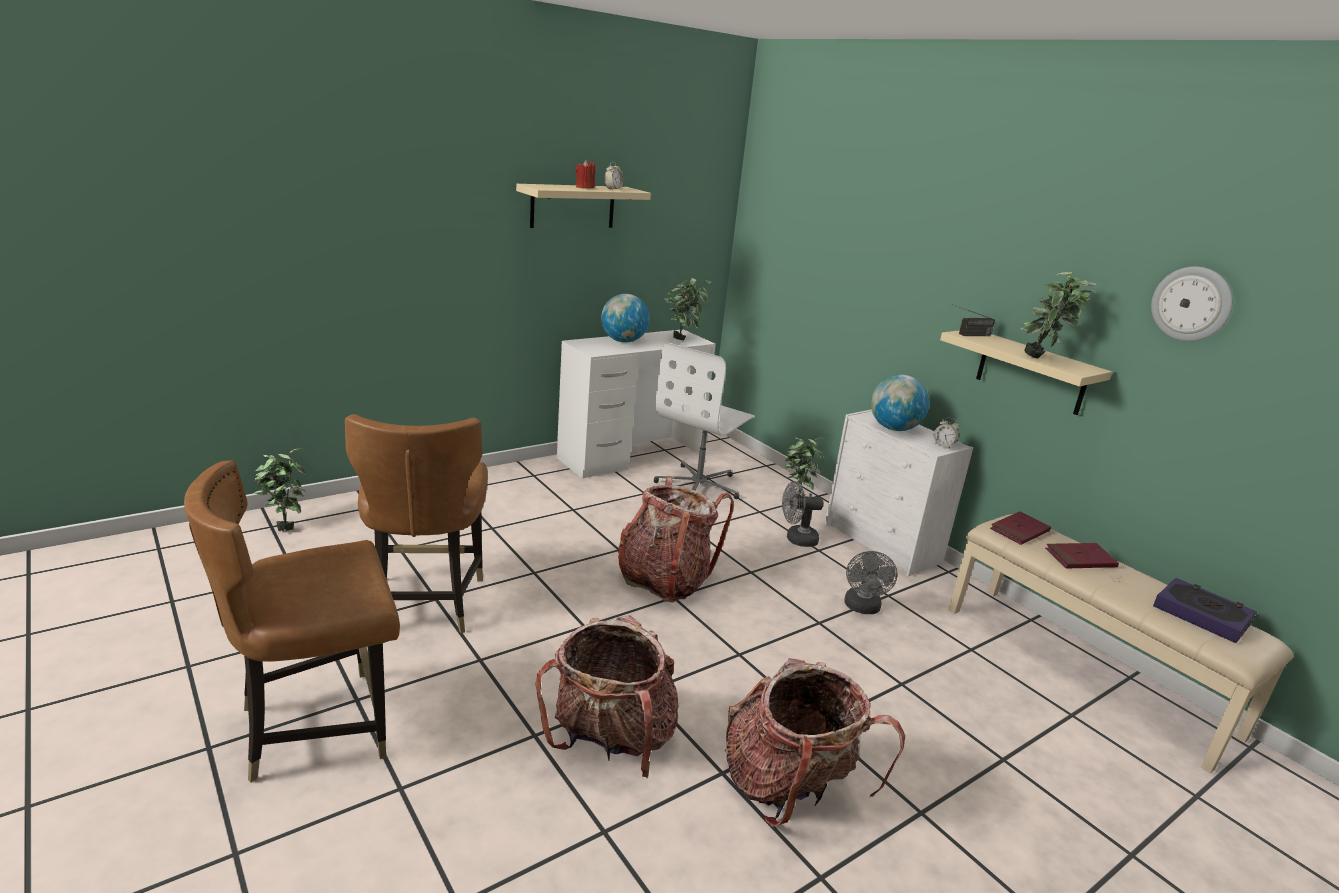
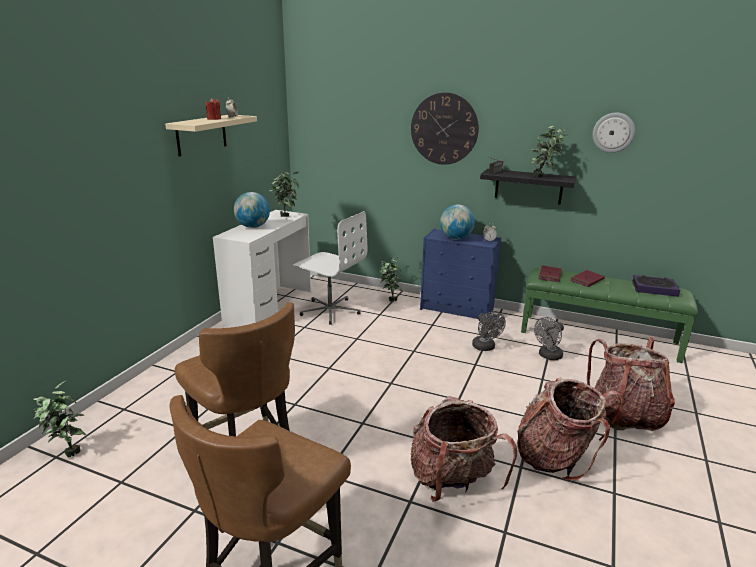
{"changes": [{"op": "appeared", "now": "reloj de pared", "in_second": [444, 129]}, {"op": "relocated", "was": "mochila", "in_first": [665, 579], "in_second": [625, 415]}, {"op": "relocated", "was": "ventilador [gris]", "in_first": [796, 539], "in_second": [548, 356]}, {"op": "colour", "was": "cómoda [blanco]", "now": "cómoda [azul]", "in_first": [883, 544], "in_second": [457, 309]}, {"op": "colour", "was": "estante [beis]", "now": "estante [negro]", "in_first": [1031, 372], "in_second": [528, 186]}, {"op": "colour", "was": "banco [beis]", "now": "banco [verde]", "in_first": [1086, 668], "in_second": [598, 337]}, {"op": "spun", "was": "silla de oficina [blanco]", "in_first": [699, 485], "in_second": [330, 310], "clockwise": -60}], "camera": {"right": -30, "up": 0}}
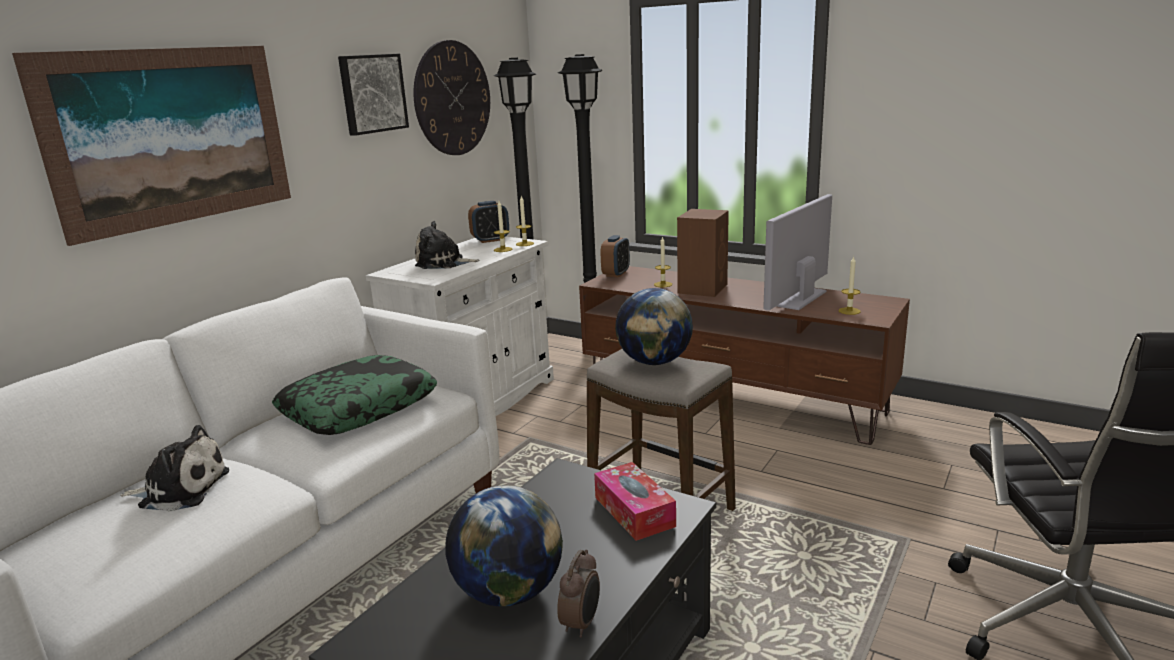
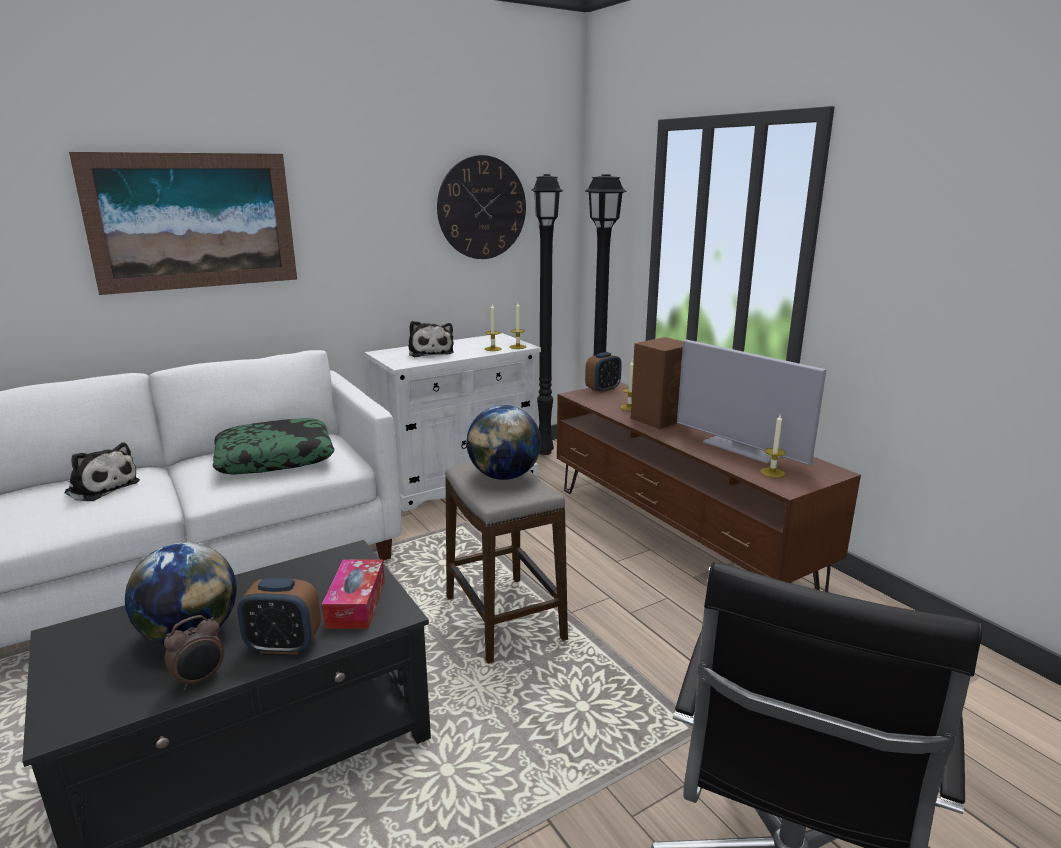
{"changes": [{"op": "missing", "was": "cuadro", "in_first": [372, 93]}, {"op": "relocated", "was": "despertador", "in_first": [490, 240], "in_second": [284, 645]}, {"op": "spun", "was": "peluche", "in_first": [443, 263], "in_second": [430, 352], "clockwise": -135}, {"op": "spun", "was": "televisor", "in_first": [801, 298], "in_second": [741, 449], "clockwise": -105}], "camera": {"right": 25, "up": 0}}
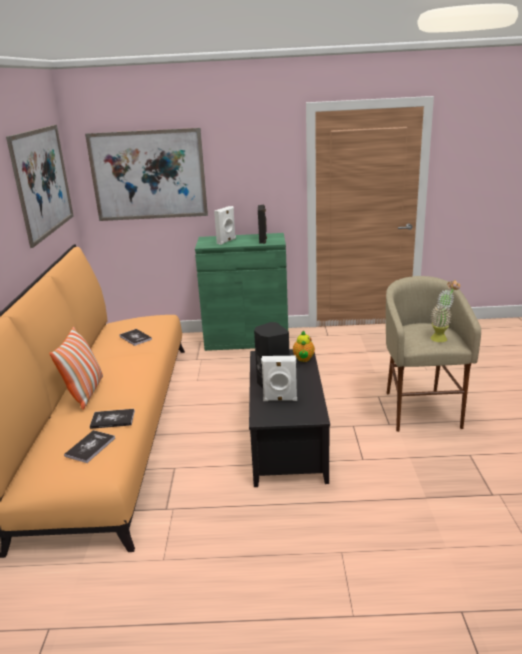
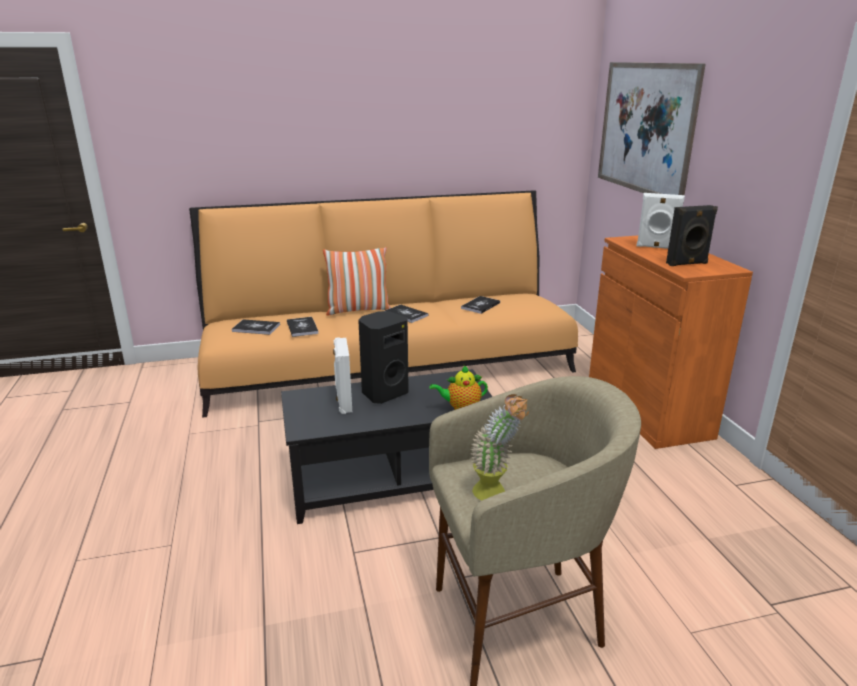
{"changes": [{"op": "missing", "was": "cuadro", "in_first": [43, 182]}, {"op": "appeared", "now": "libro", "in_second": [406, 314]}, {"op": "colour", "was": "armario [verde]", "now": "armario [naranja]", "in_first": [246, 339], "in_second": [647, 409]}], "camera": {"right": 75, "up": 0}}
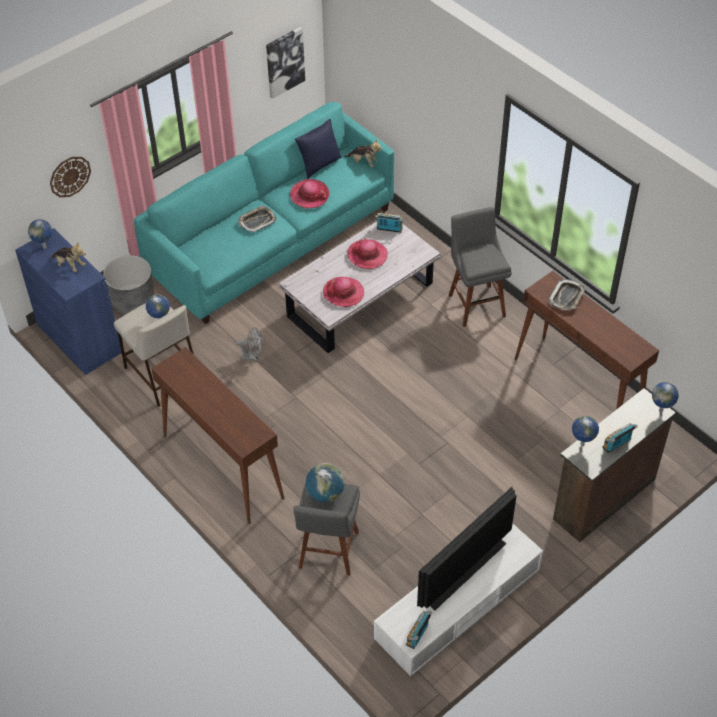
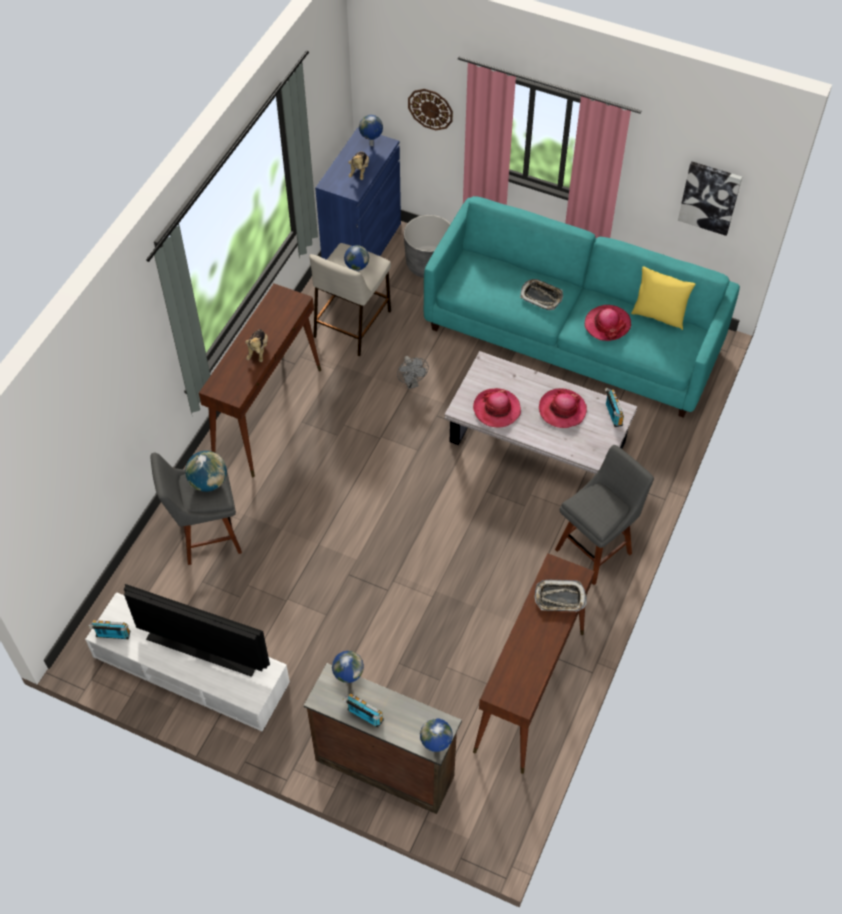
{"changes": [{"op": "relocated", "was": "peluche", "in_first": [364, 162], "in_second": [258, 351]}, {"op": "colour", "was": "cojín [azul]", "now": "cojín [amarillo]", "in_first": [319, 165], "in_second": [658, 315]}], "camera": {"right": 65, "up": 5}}
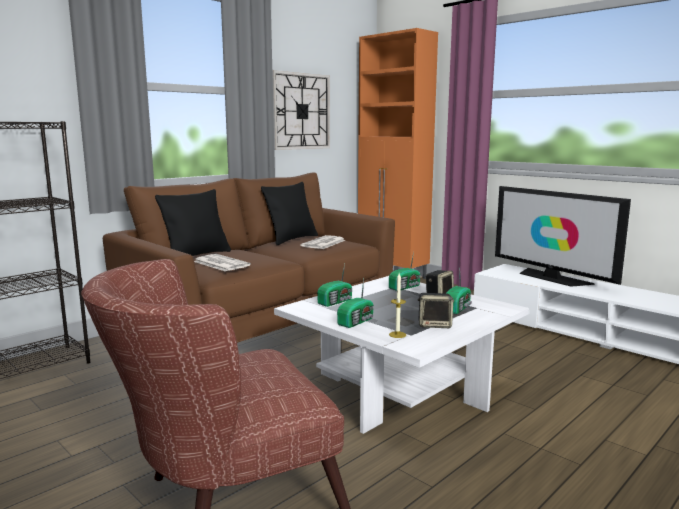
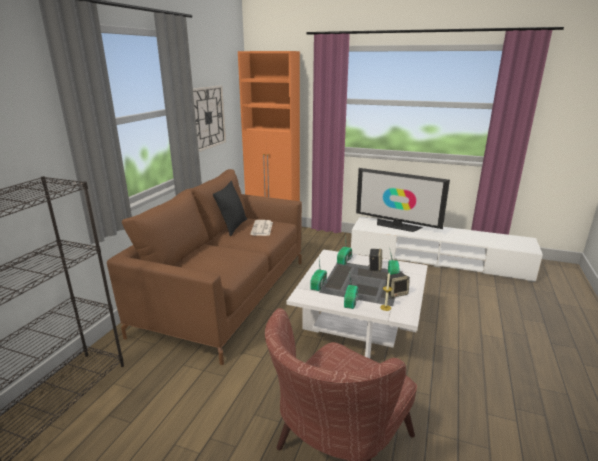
{"changes": [{"op": "missing", "was": "cojín [negro]", "in_first": [197, 255]}, {"op": "missing", "was": "periódico", "in_first": [220, 263]}], "camera": {"right": -25, "up": 10}}
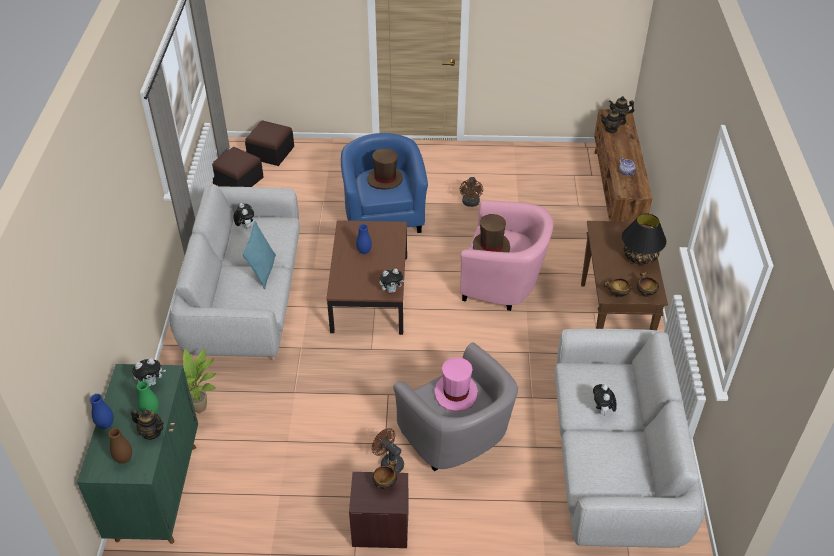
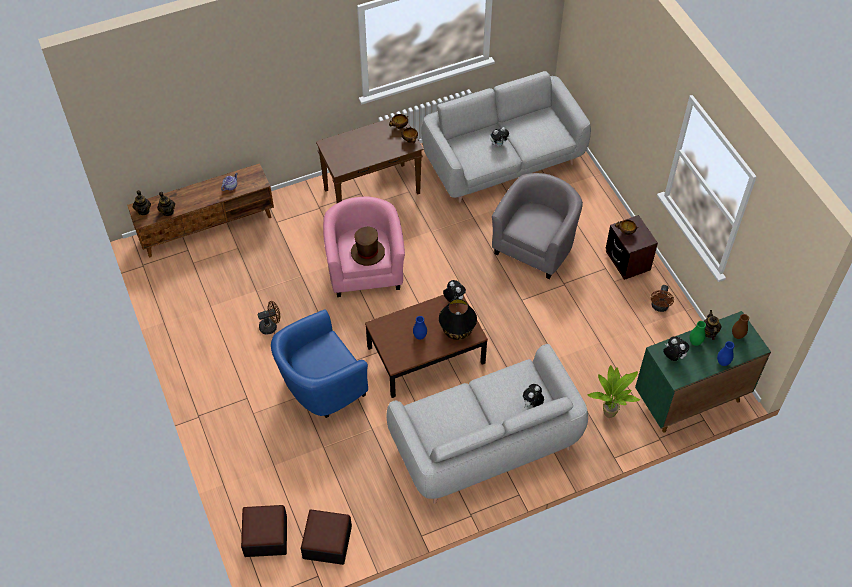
{"changes": [{"op": "missing", "was": "cojín [turquesa]", "in_first": [263, 271]}, {"op": "missing", "was": "sombrero [marrón]", "in_first": [385, 179]}, {"op": "missing", "was": "sombrero [rosa]", "in_first": [456, 393]}, {"op": "relocated", "was": "peluche", "in_first": [245, 226], "in_second": [532, 404]}, {"op": "relocated", "was": "ventilador [marrón]", "in_first": [389, 463], "in_second": [659, 307]}, {"op": "relocated", "was": "lámpara de mesa [negro]", "in_first": [640, 256], "in_second": [457, 330]}], "camera": {"right": -115, "up": 10}}
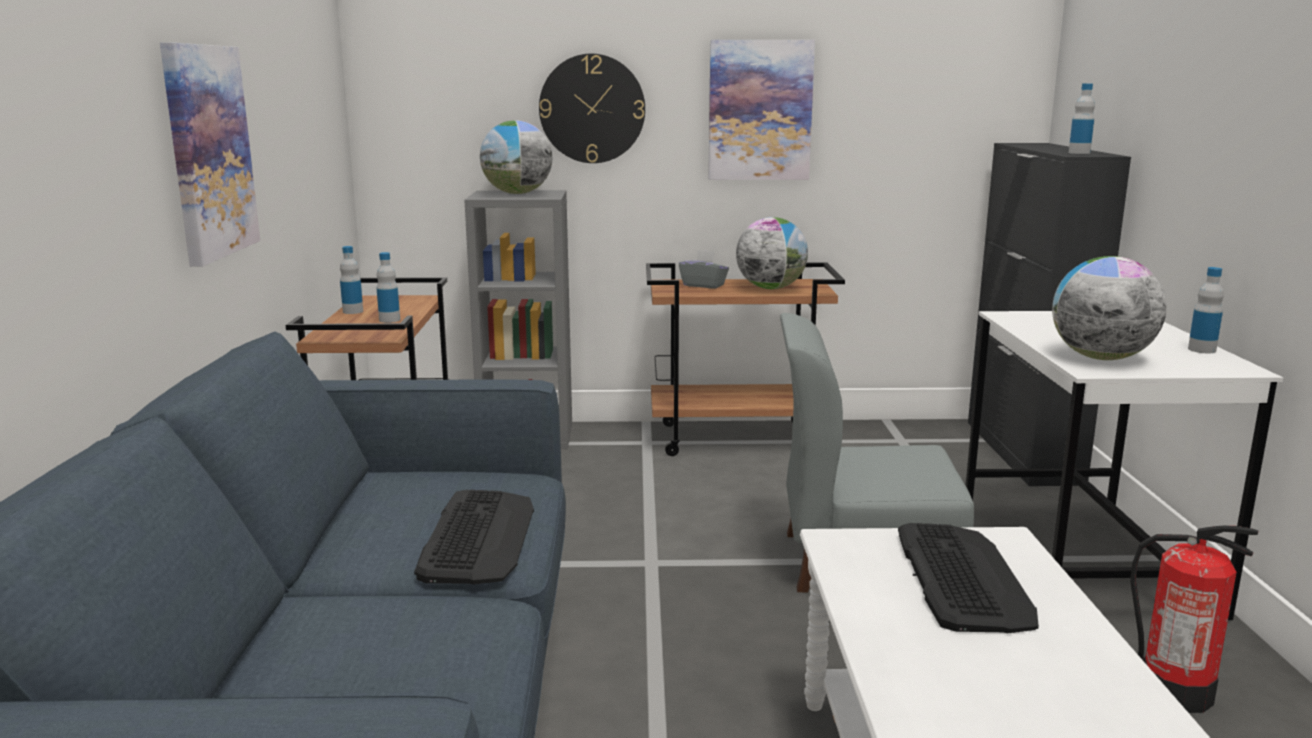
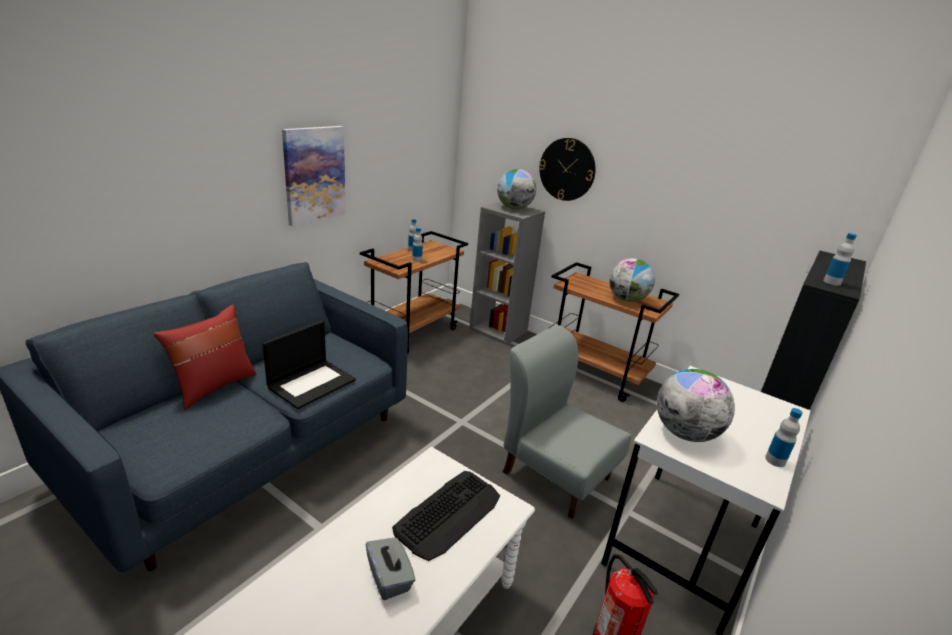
{"changes": [{"op": "missing", "was": "cuadro", "in_first": [760, 110]}, {"op": "appeared", "now": "cojín [rojo]", "in_second": [213, 386]}, {"op": "relocated", "was": "caja de pañuelos [gris]", "in_first": [703, 285], "in_second": [389, 578]}, {"op": "exchanged", "was": "teclado", "now": "portátil", "in_first": [478, 537], "in_second": [312, 383]}], "camera": {"right": 35, "up": 10}}
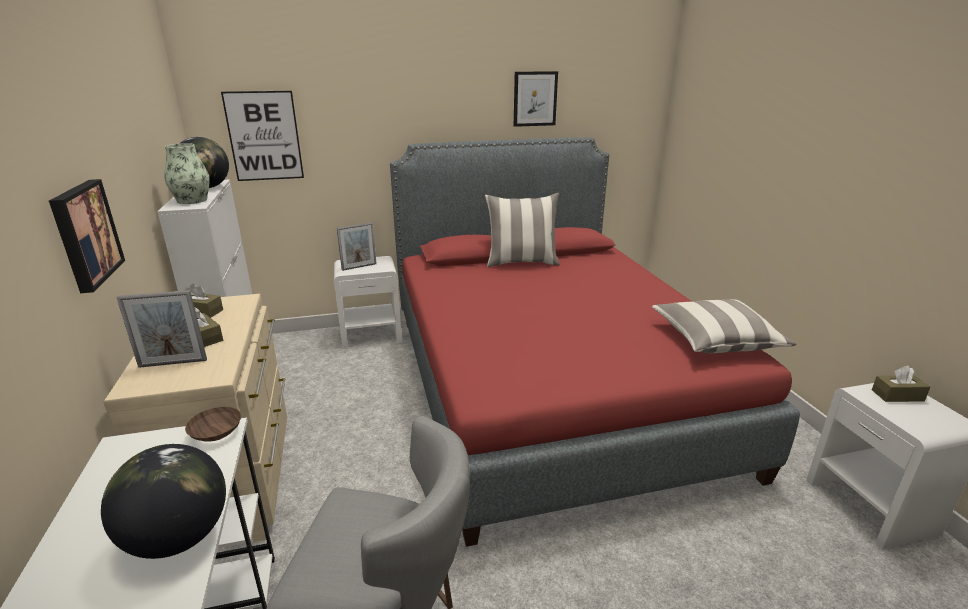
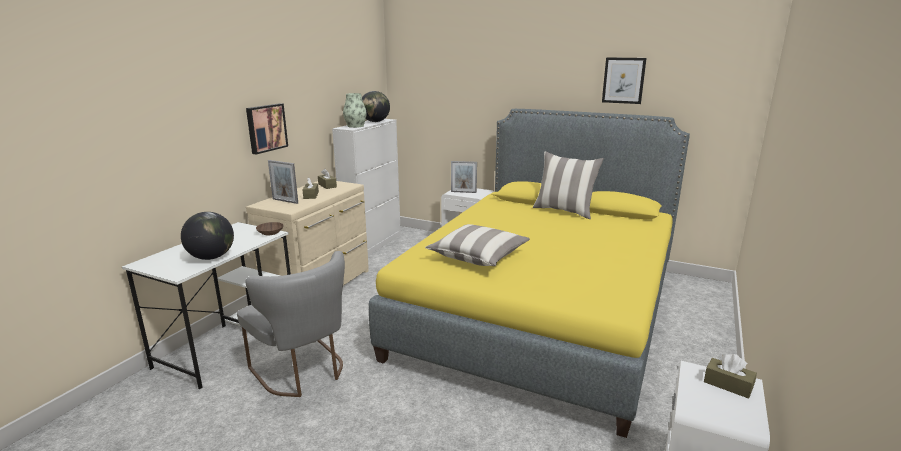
{"changes": [{"op": "missing", "was": "cuadro", "in_first": [264, 136]}, {"op": "relocated", "was": "cojín", "in_first": [715, 340], "in_second": [478, 256]}, {"op": "colour", "was": "cama [rojo]", "now": "cama [amarillo]", "in_first": [546, 385], "in_second": [541, 311]}], "camera": {"right": 40, "up": -5}}
